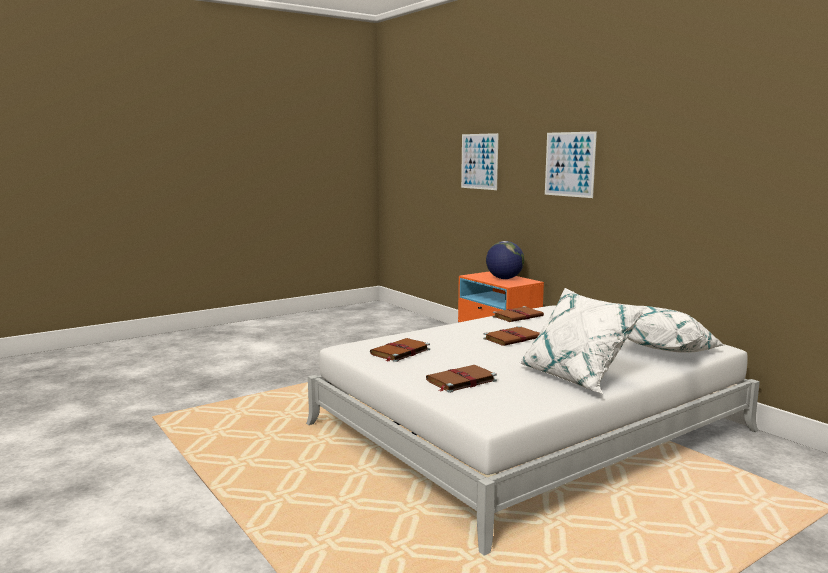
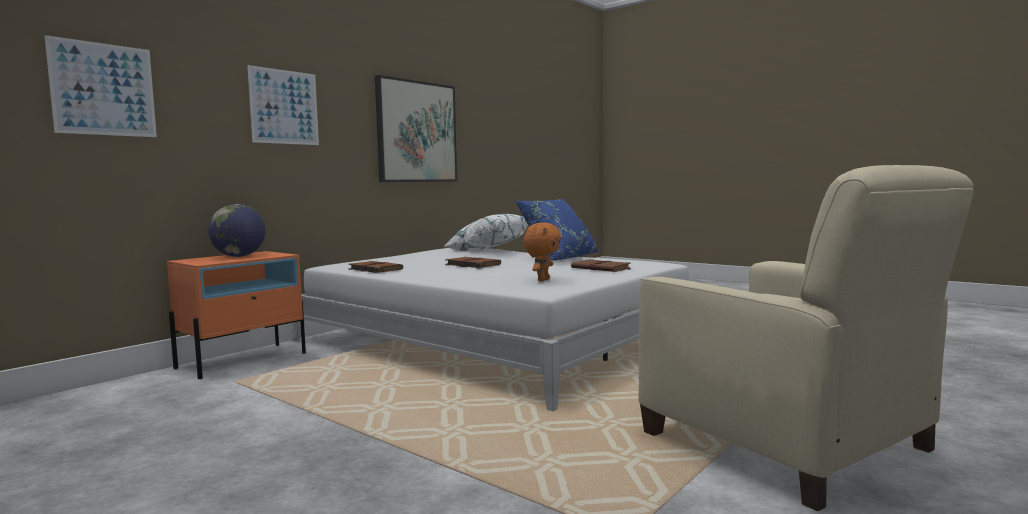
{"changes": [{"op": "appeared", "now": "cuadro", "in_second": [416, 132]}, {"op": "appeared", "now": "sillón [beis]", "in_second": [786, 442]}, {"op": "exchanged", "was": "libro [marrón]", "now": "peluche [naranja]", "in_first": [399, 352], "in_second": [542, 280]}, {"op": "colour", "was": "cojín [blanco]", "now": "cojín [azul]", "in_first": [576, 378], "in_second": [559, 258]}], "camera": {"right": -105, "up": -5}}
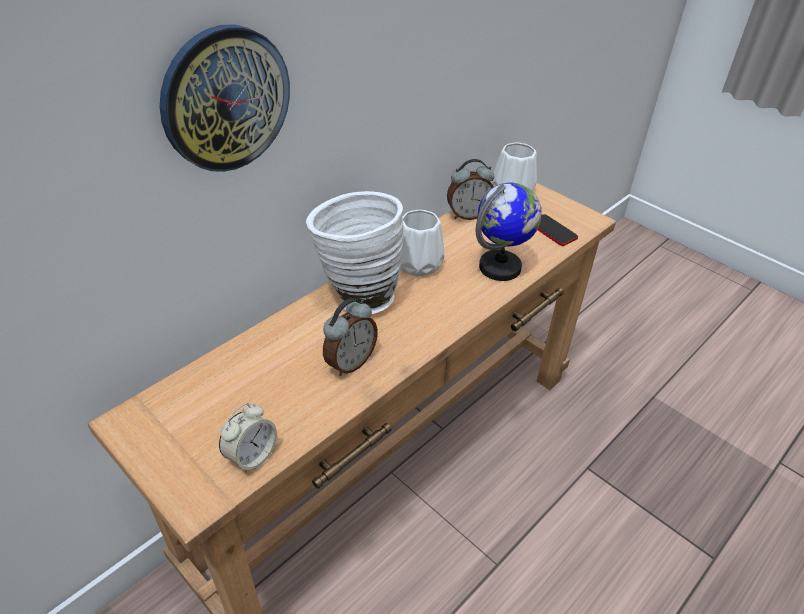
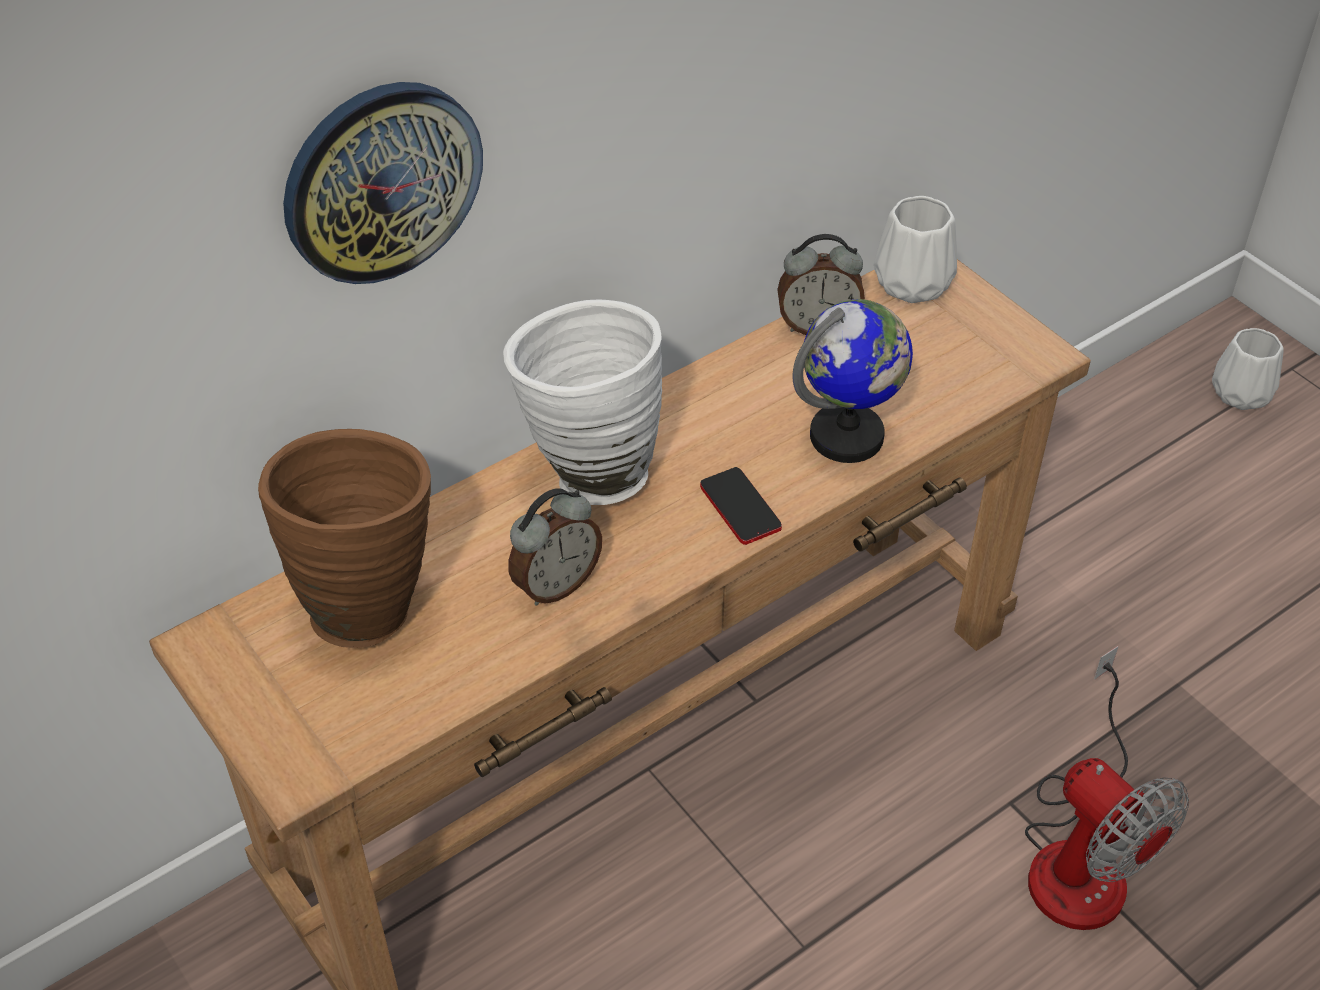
{"changes": [{"op": "missing", "was": "despertador", "in_first": [251, 456]}, {"op": "appeared", "now": "florero [marrón]", "in_second": [367, 600]}, {"op": "appeared", "now": "ventilador", "in_second": [1081, 854]}, {"op": "relocated", "was": "florero [blanco]", "in_first": [419, 264], "in_second": [1243, 393]}, {"op": "relocated", "was": "móvil", "in_first": [552, 231], "in_second": [740, 507]}], "camera": {"right": 10, "up": 5}}
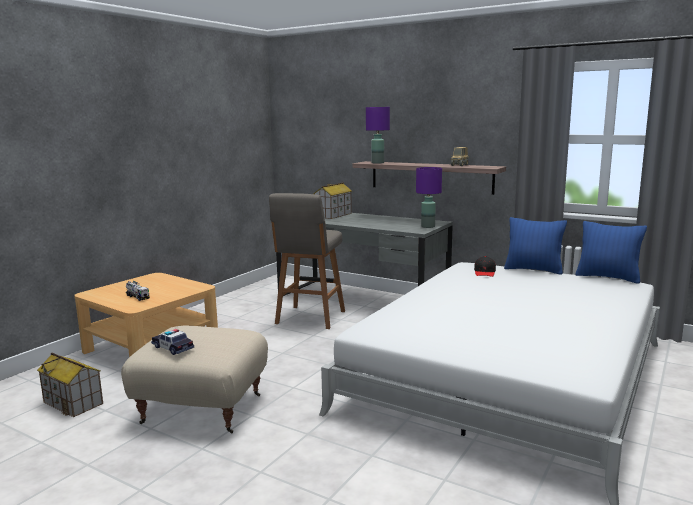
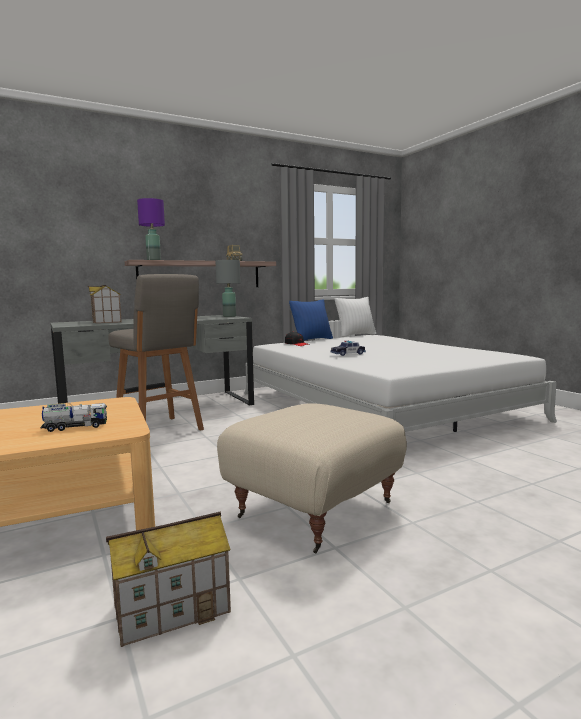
{"changes": [{"op": "relocated", "was": "coche de juguete", "in_first": [172, 347], "in_second": [348, 354]}, {"op": "colour", "was": "lámpara de mesa [morado]", "now": "lámpara de mesa [gris]", "in_first": [428, 226], "in_second": [229, 316]}, {"op": "colour", "was": "cojín [azul]", "now": "cojín [blanco]", "in_first": [607, 277], "in_second": [356, 335]}], "camera": {"right": -60, "up": -5}}
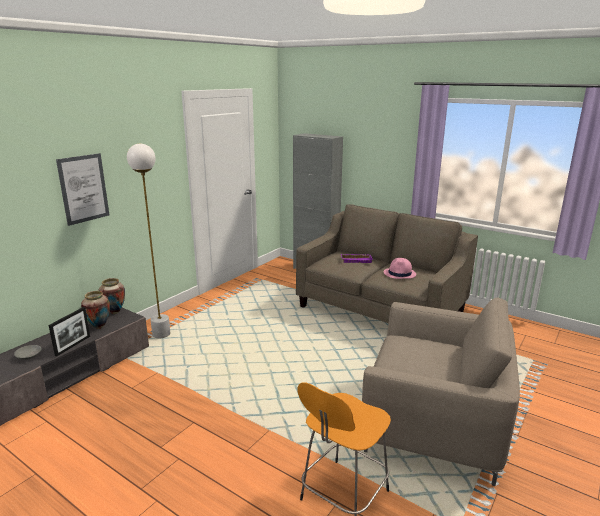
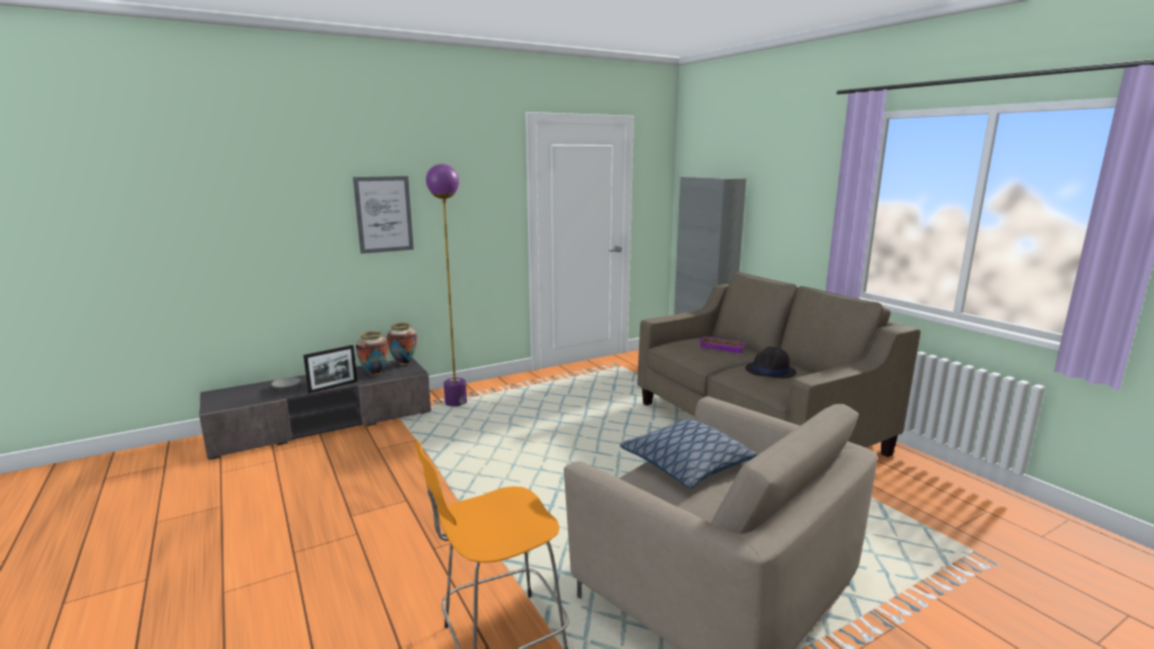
{"changes": [{"op": "appeared", "now": "cojín", "in_second": [687, 465]}, {"op": "colour", "was": "lámpara de pie [blanco]", "now": "lámpara de pie [morado]", "in_first": [161, 334], "in_second": [455, 402]}, {"op": "colour", "was": "sombrero [rosa]", "now": "sombrero [negro]", "in_first": [400, 274], "in_second": [770, 371]}], "camera": {"right": 25, "up": -5}}
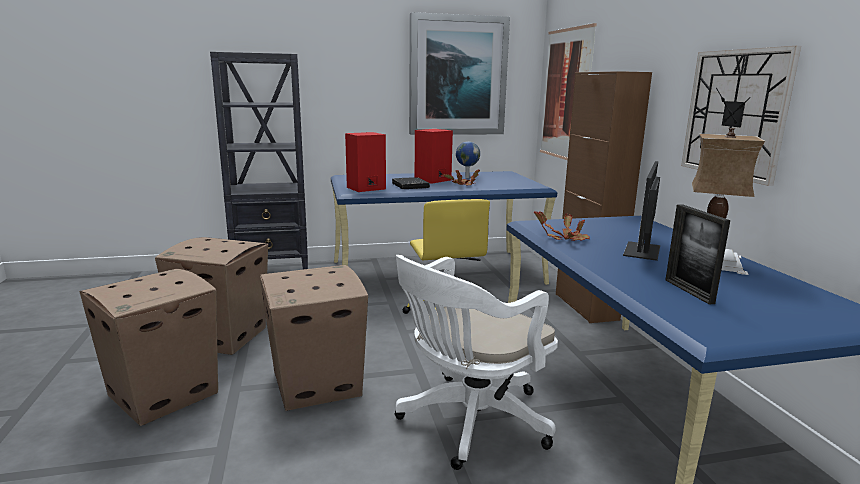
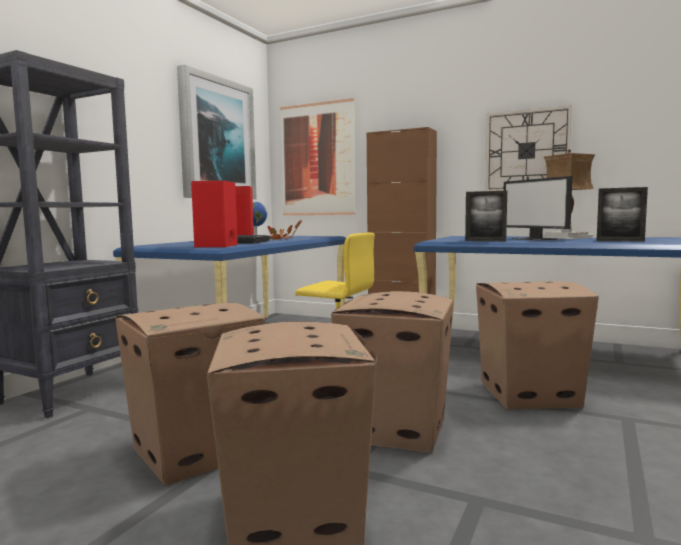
{"changes": [{"op": "exchanged", "was": "silla de oficina [blanco]", "now": "caja de cartón", "in_first": [469, 422], "in_second": [527, 395]}, {"op": "exchanged", "was": "planta en maceta", "now": "portarretratos", "in_first": [564, 238], "in_second": [485, 241]}], "camera": {"right": -50, "up": -10}}
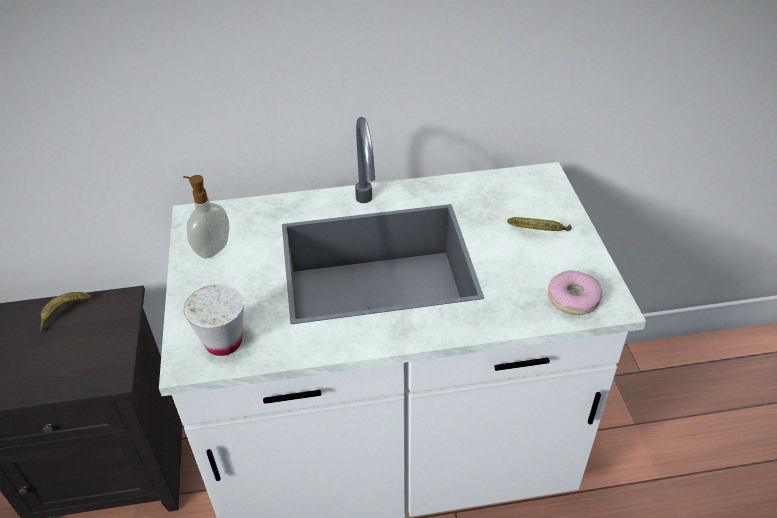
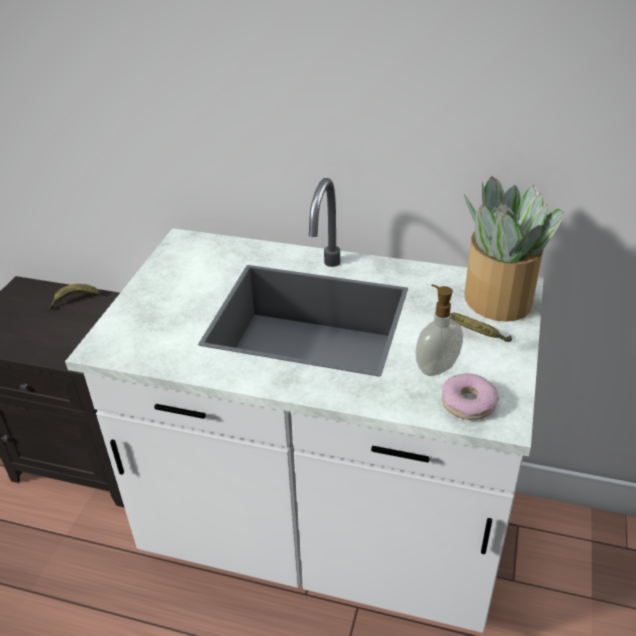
{"changes": [{"op": "missing", "was": "taza [blanco]", "in_first": [223, 342]}, {"op": "appeared", "now": "planta en maceta", "in_second": [498, 300]}, {"op": "relocated", "was": "dispensador de jabón", "in_first": [212, 248], "in_second": [436, 367]}], "camera": {"right": 25, "up": -5}}
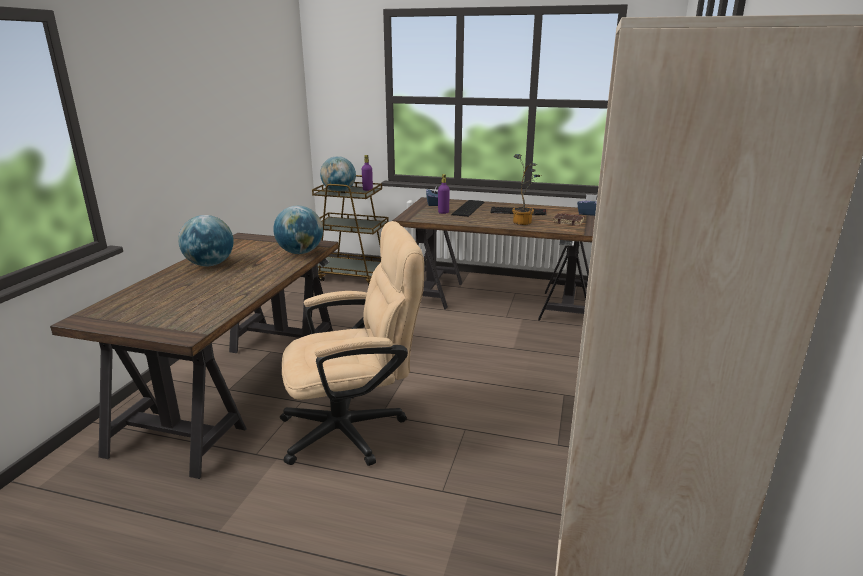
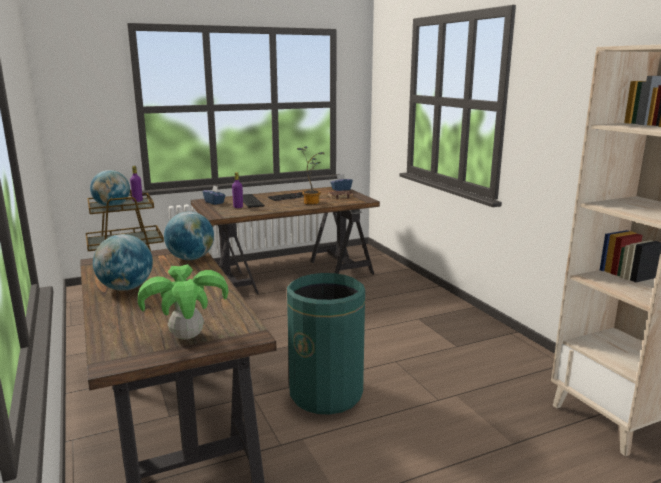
{"changes": [{"op": "appeared", "now": "planta en maceta", "in_second": [186, 336]}, {"op": "exchanged", "was": "silla de oficina [beis]", "now": "papelera [verde]", "in_first": [355, 429], "in_second": [326, 394]}], "camera": {"right": -40, "up": -5}}
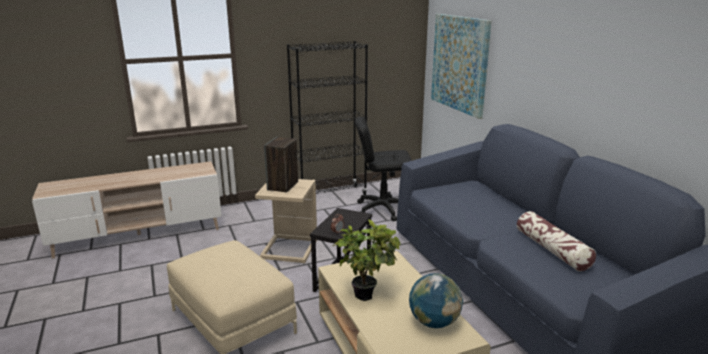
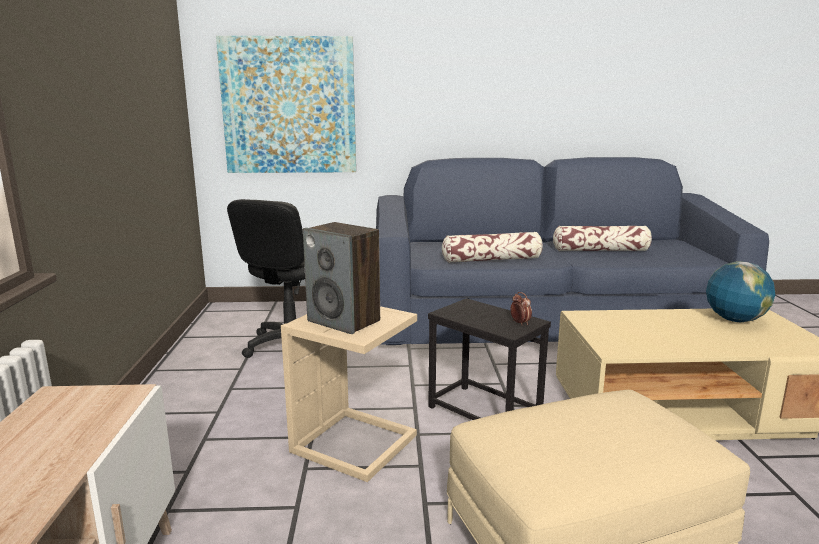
{"changes": [{"op": "missing", "was": "estantería [negro]", "in_first": [330, 195]}, {"op": "missing", "was": "planta en maceta", "in_first": [367, 293]}, {"op": "appeared", "now": "cojín", "in_second": [492, 260]}], "camera": {"right": -70, "up": -5}}
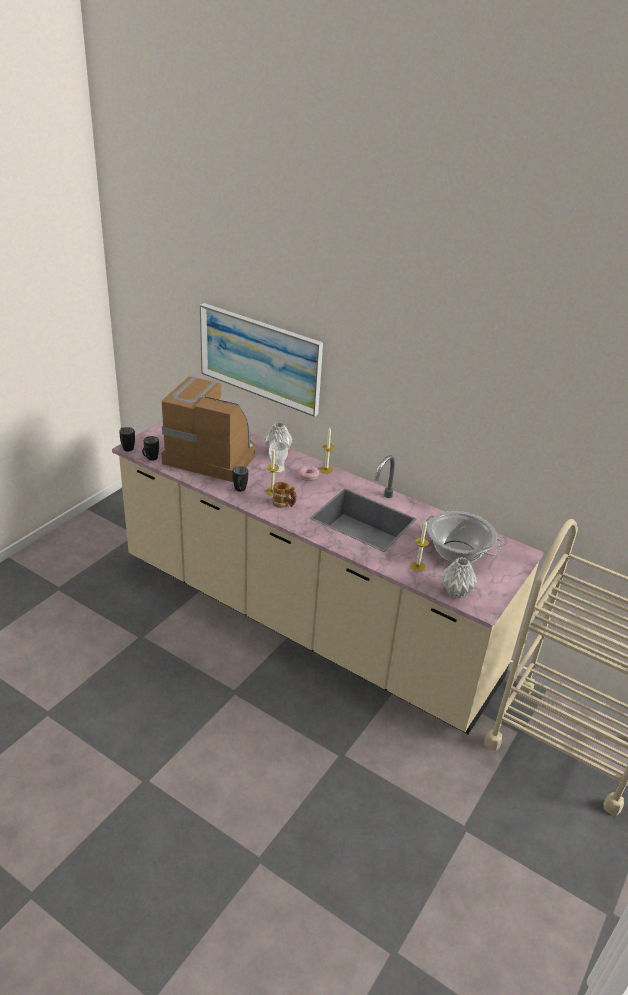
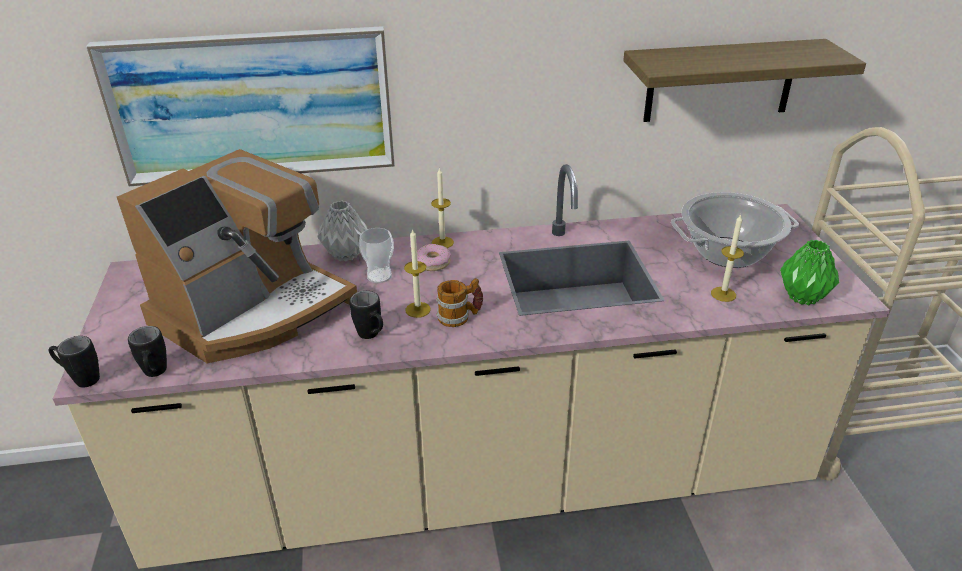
{"changes": [{"op": "appeared", "now": "estante", "in_second": [720, 81]}, {"op": "colour", "was": "florero [gris]", "now": "florero [verde]", "in_first": [455, 592], "in_second": [802, 297]}, {"op": "spun", "was": "cafetera", "in_first": [211, 455], "in_second": [253, 310], "clockwise": 150}], "camera": {"right": -40, "up": 0}}
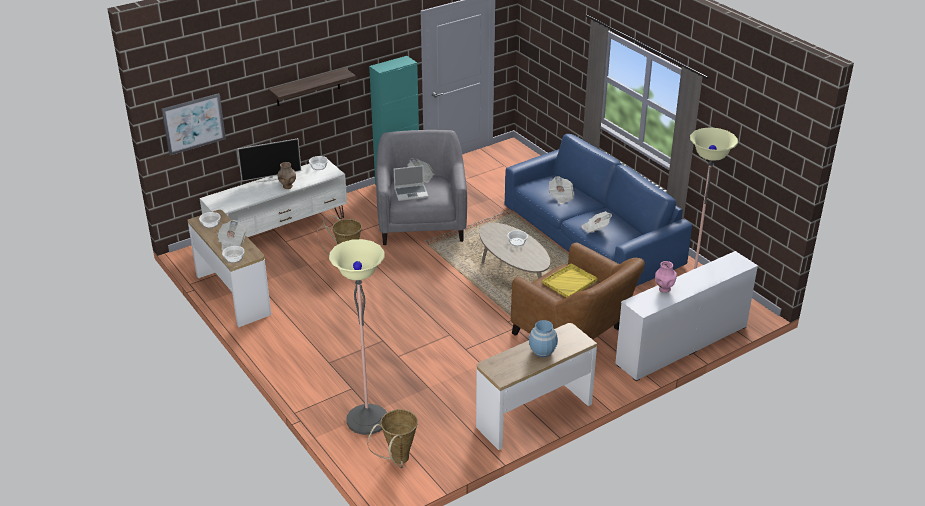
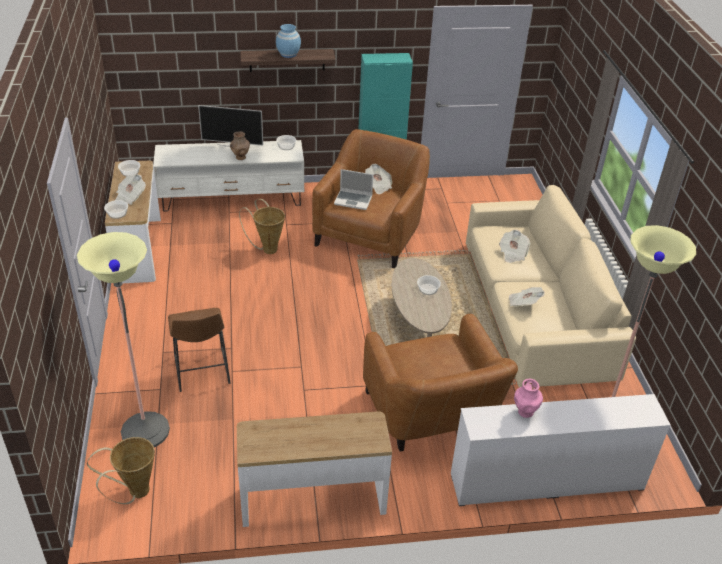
{"changes": [{"op": "missing", "was": "cuadro", "in_first": [193, 123]}, {"op": "missing", "was": "bandeja [amarillo]", "in_first": [570, 281]}, {"op": "appeared", "now": "taburete [marrón]", "in_second": [202, 373]}, {"op": "relocated", "was": "florero [azul]", "in_first": [542, 351], "in_second": [288, 54]}, {"op": "colour", "was": "sillón [gris]", "now": "sillón [marrón]", "in_first": [421, 221], "in_second": [370, 233]}, {"op": "colour", "was": "sofá [azul]", "now": "sofá [beis]", "in_first": [591, 236], "in_second": [534, 308]}], "camera": {"right": 25, "up": 5}}
